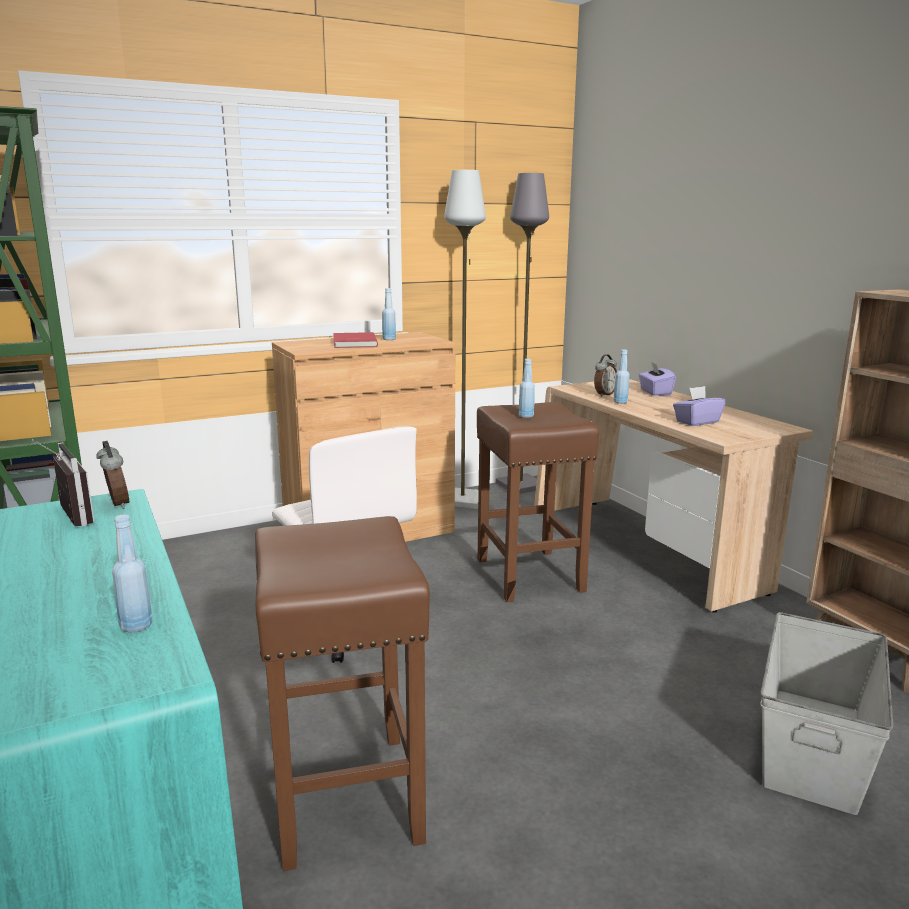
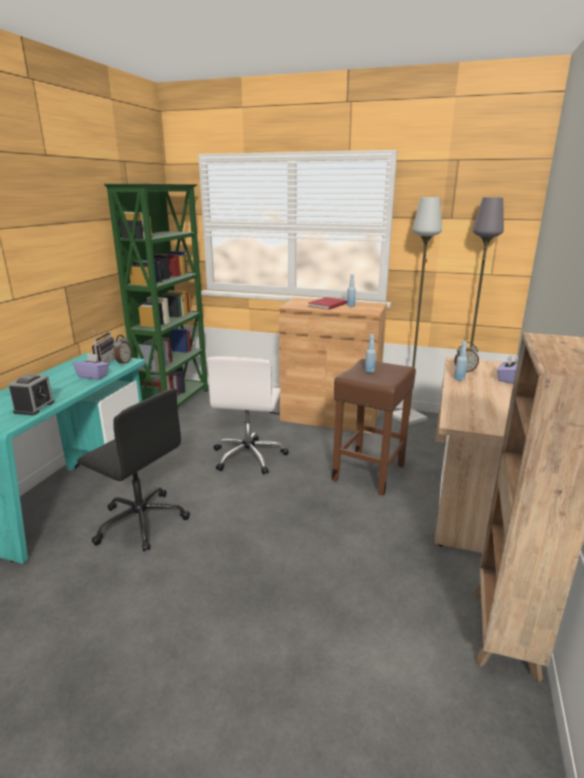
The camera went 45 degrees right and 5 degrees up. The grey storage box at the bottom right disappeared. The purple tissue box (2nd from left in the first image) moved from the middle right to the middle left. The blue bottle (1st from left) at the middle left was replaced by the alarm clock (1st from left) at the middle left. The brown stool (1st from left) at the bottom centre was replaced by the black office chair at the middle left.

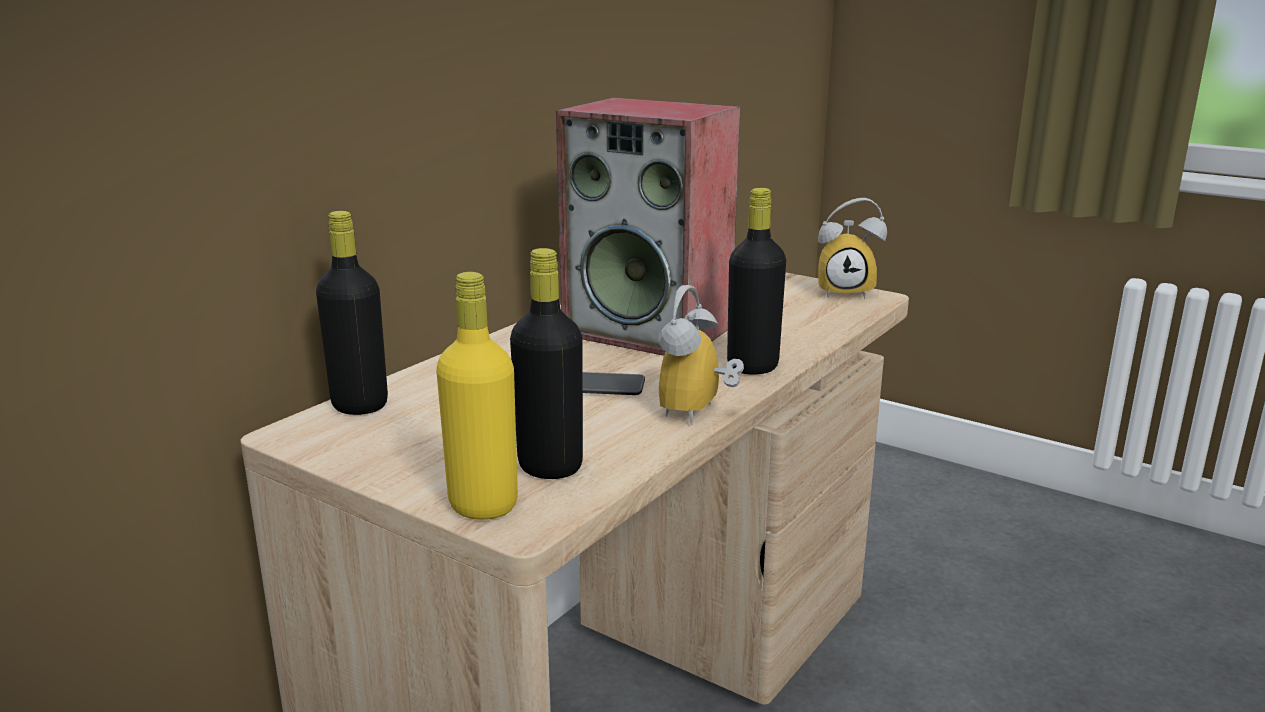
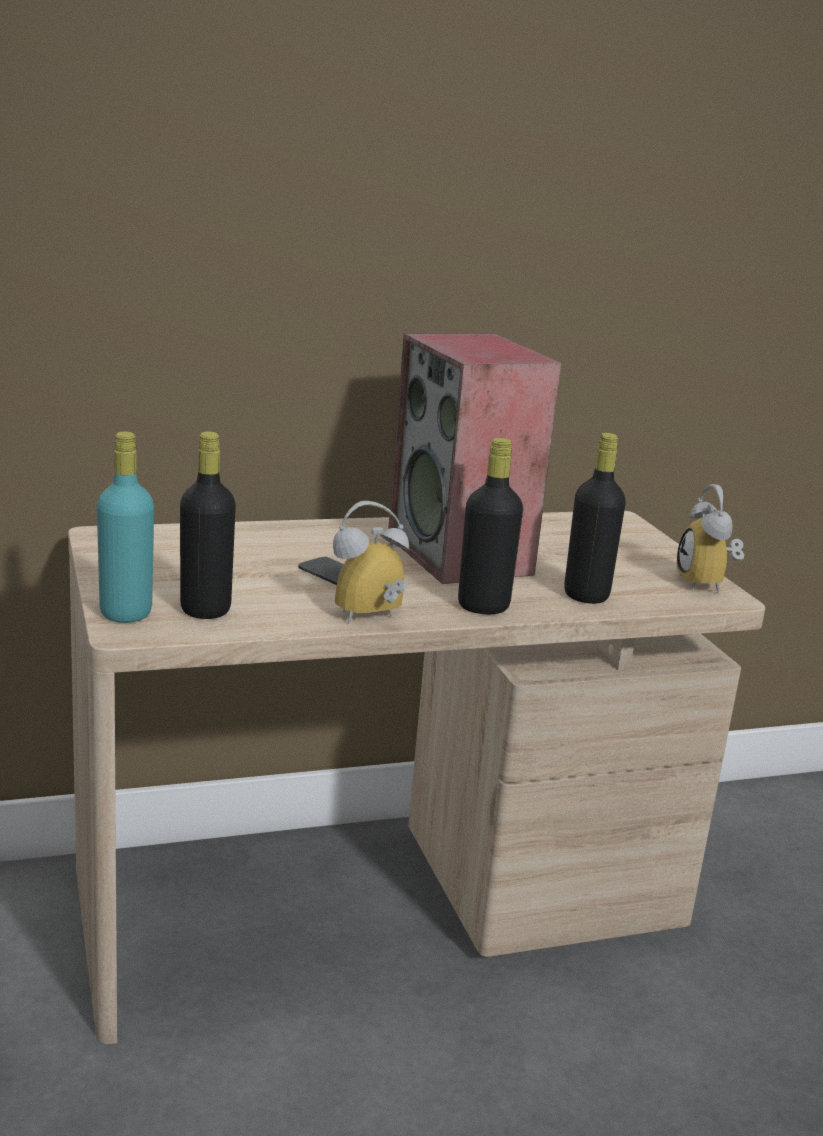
The camera went 35 degrees right and 0 degrees up. The black bottle (1st from left in the first image) moved from the middle left to the middle right. The yellow bottle at the centre became the turquoise bottle at the middle left. The alarm clock (2nd from left) at the middle right turned 45 degrees clockwise.

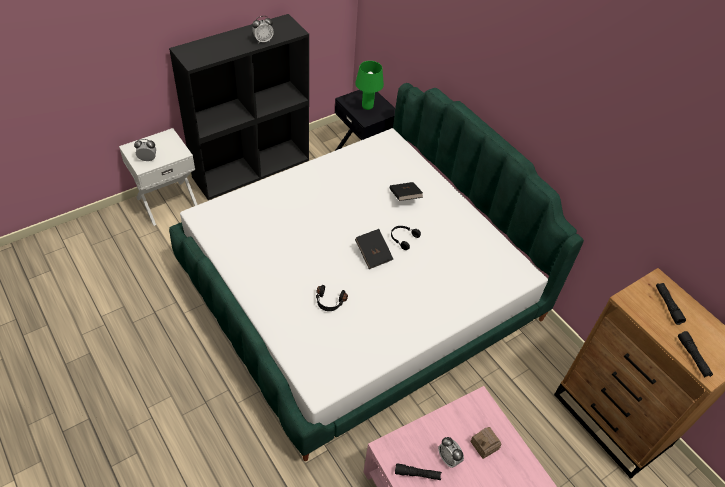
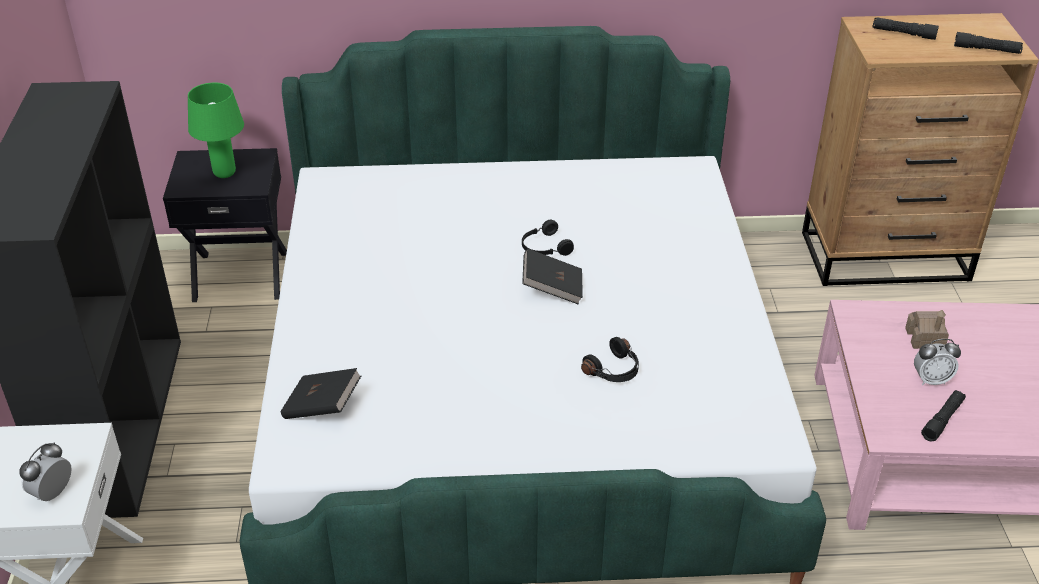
The camera went 55 degrees left and 10 degrees down. The alarm clock (2nd from left) at the top centre disappeared. The black book (2nd from left in the first image) moved from the centre to the bottom left.

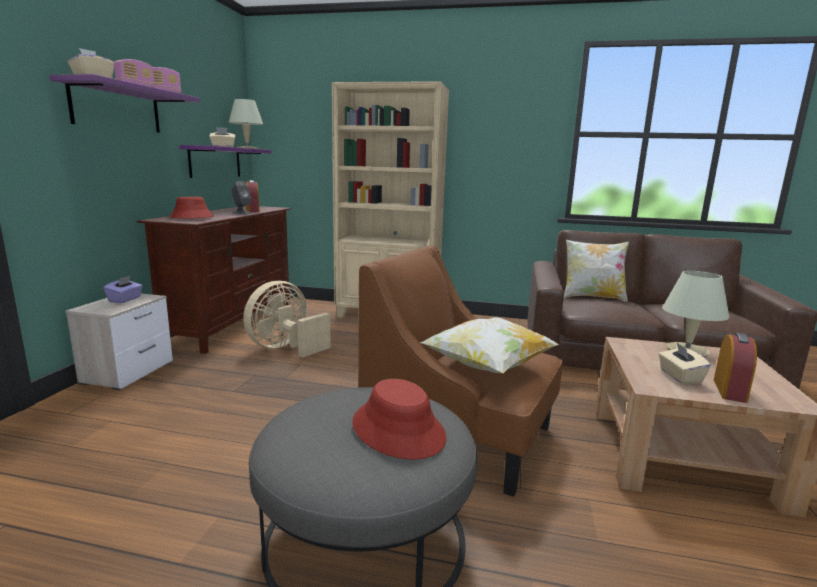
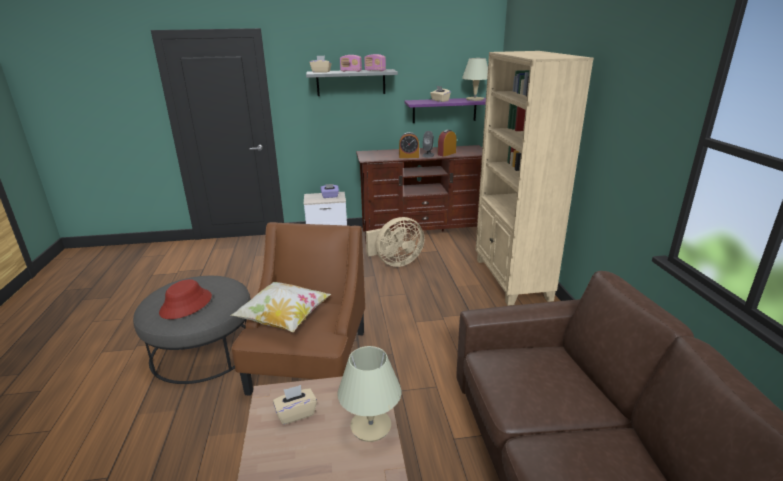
The camera went 70 degrees right and 10 degrees up. The red hat (1st from left) at the middle left disappeared. The pillow (2nd from left) at the middle right disappeared. The alarm clock (2nd from left in the first image) moved from the middle right to the top centre. The purple shelf (1st from left) at the top left became the grey shelf at the top centre. The beige fan at the centre turned 135 degrees clockwise.

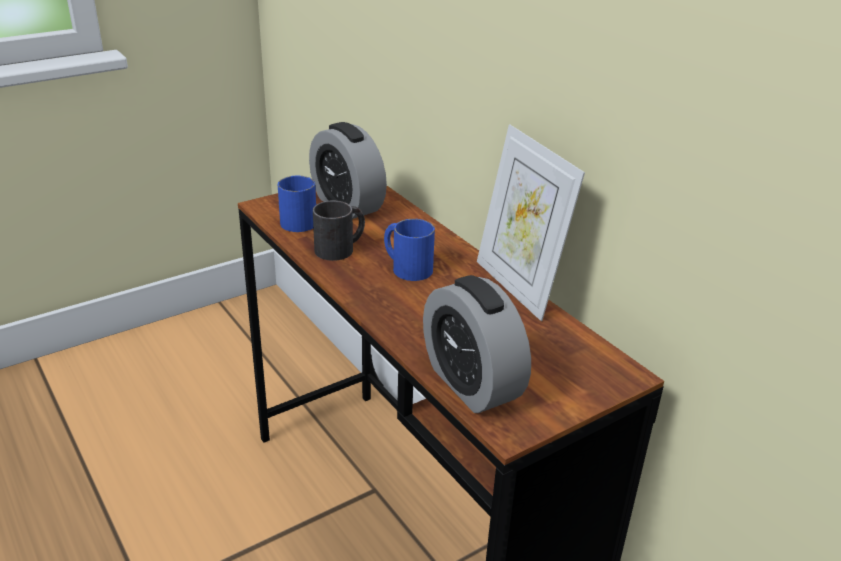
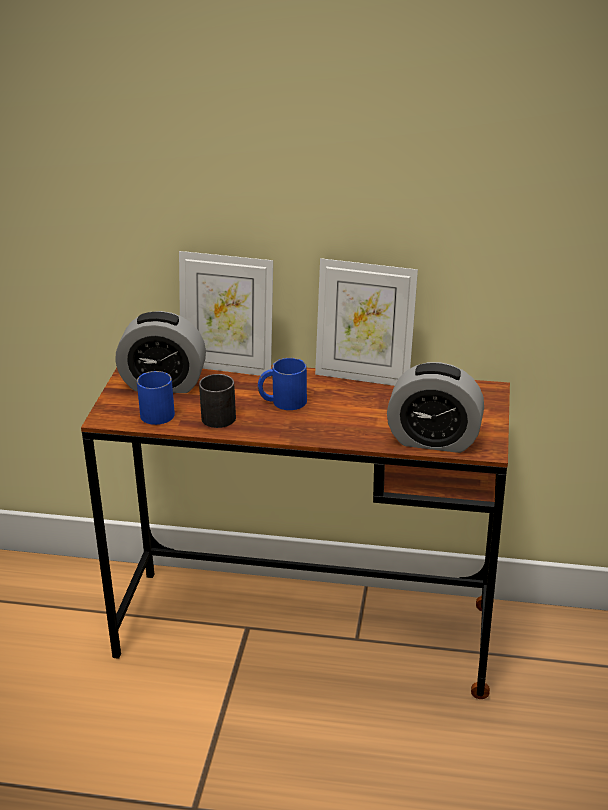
The camera went 45 degrees left and 0 degrees up. The picture frame (1st from left) at the centre appeared.

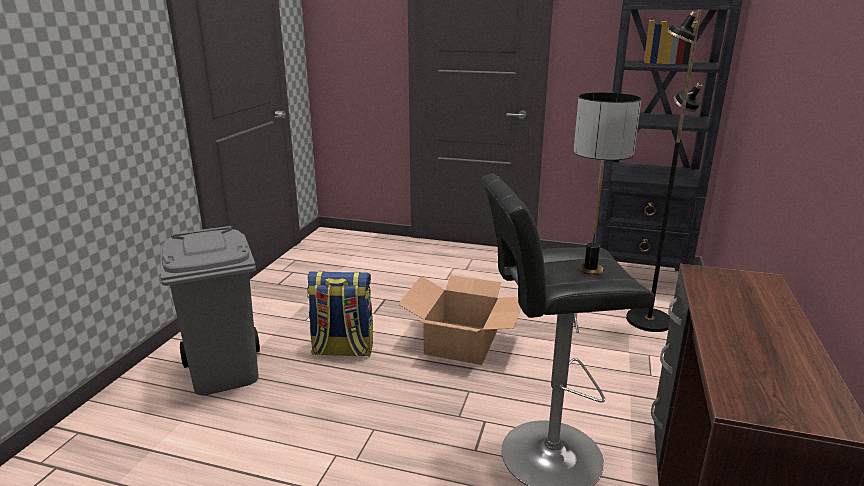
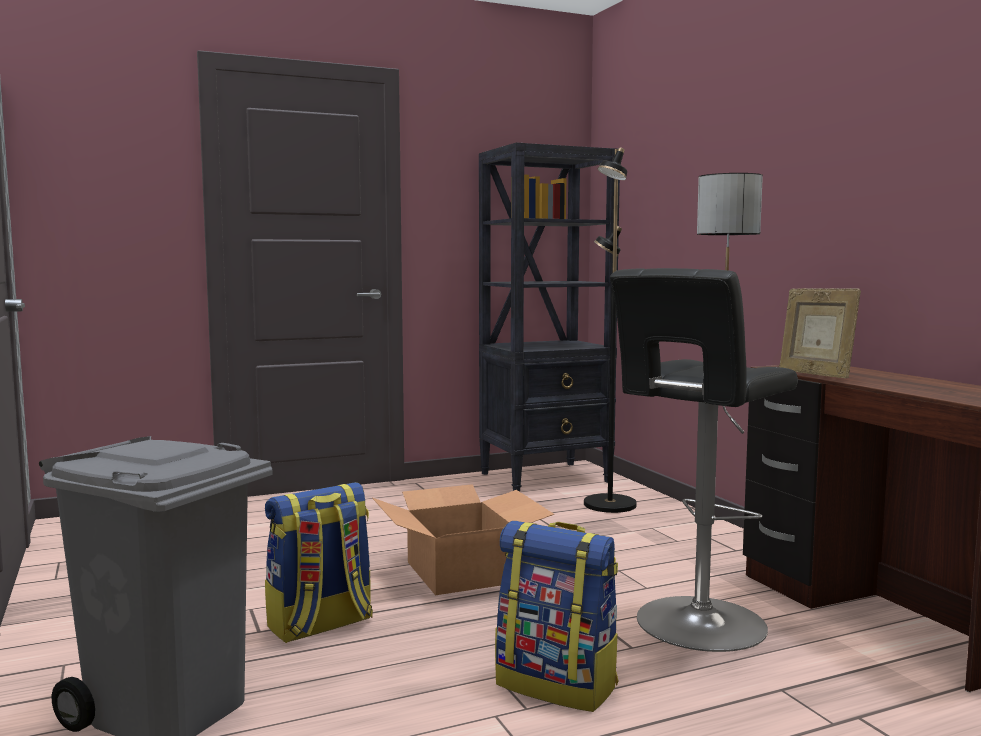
The camera went 40 degrees left and 15 degrees down. The backpack (2nd from left) at the bottom centre appeared. The picture frame at the middle right appeared.

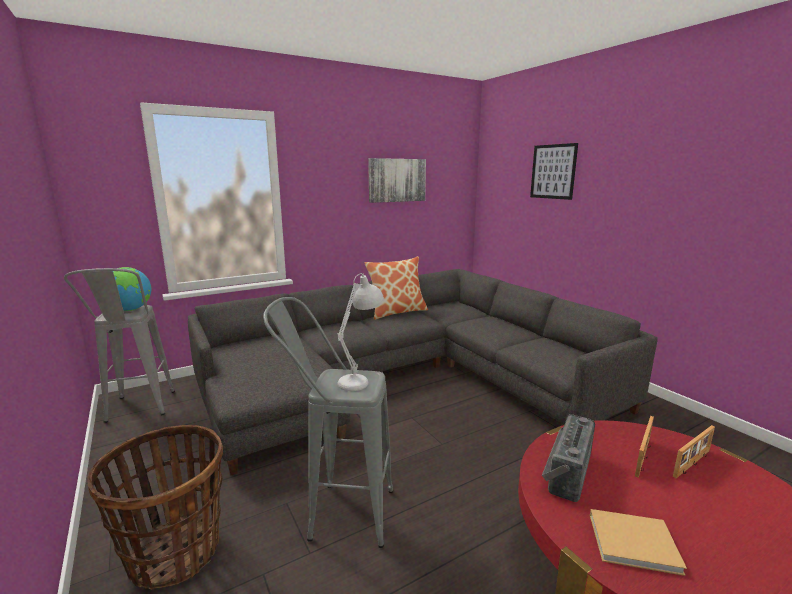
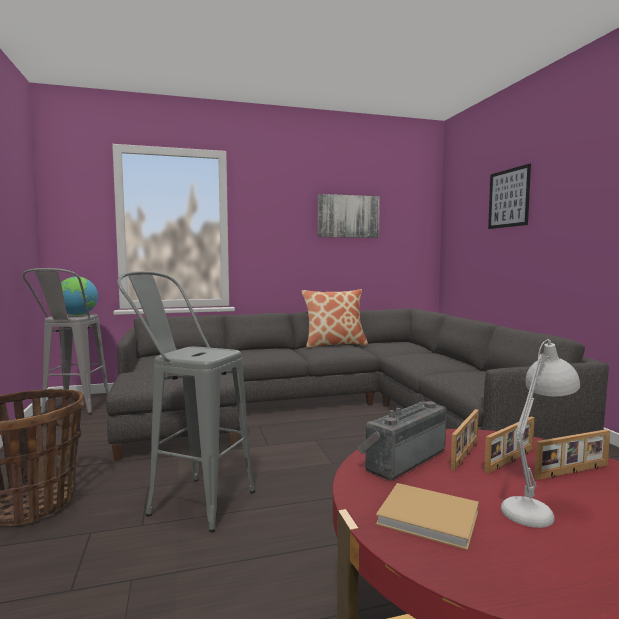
The camera went 15 degrees right and 10 degrees down. The picture frame (1st from left) at the bottom right appeared. The white table lamp moved from the centre to the bottom right.

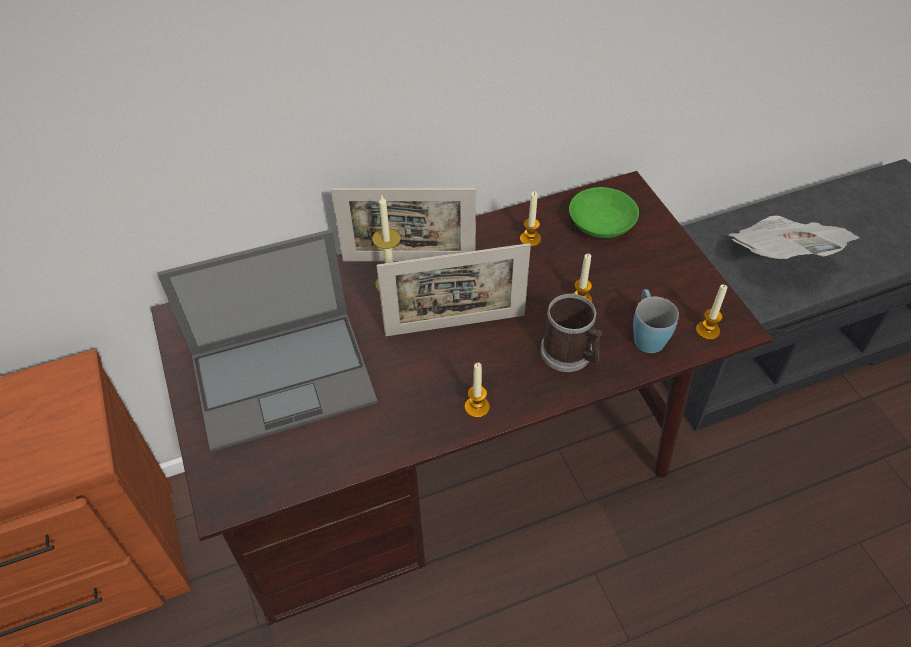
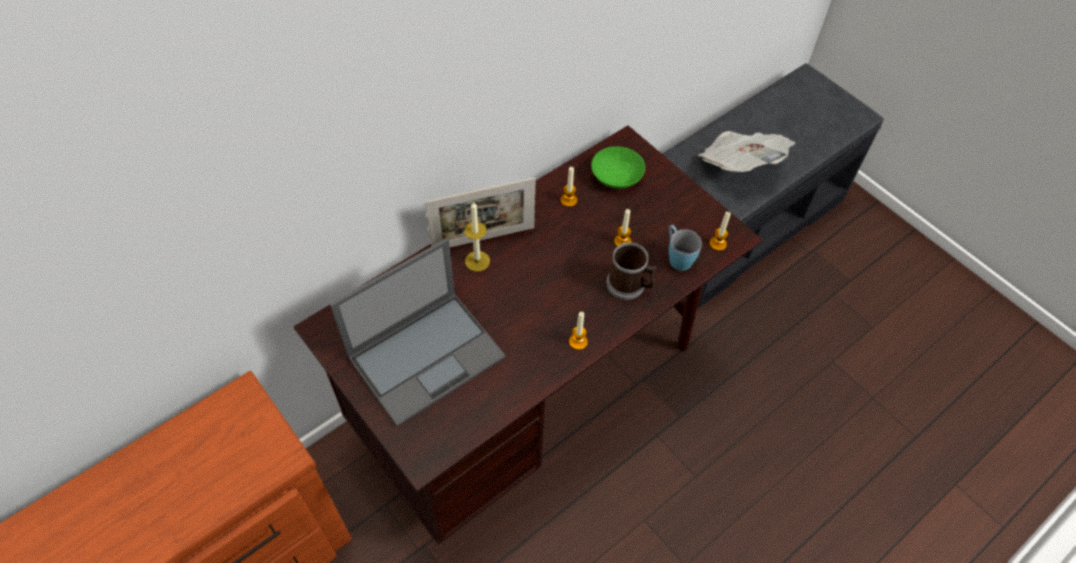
The camera went 20 degrees left and 5 degrees up. The picture frame (2nd from left) at the centre disappeared.

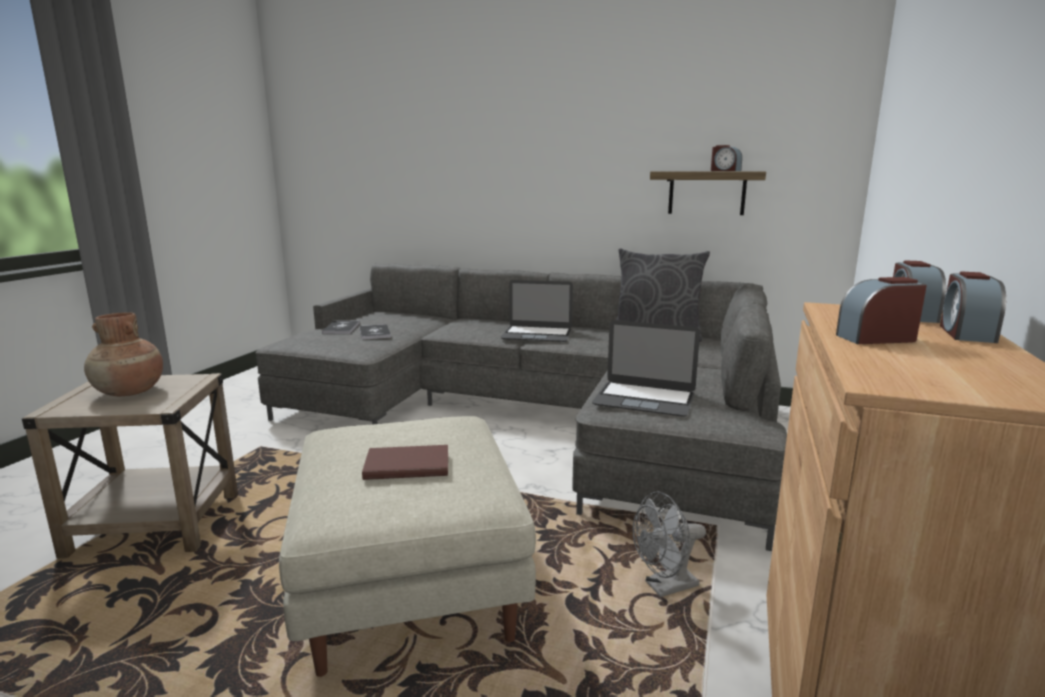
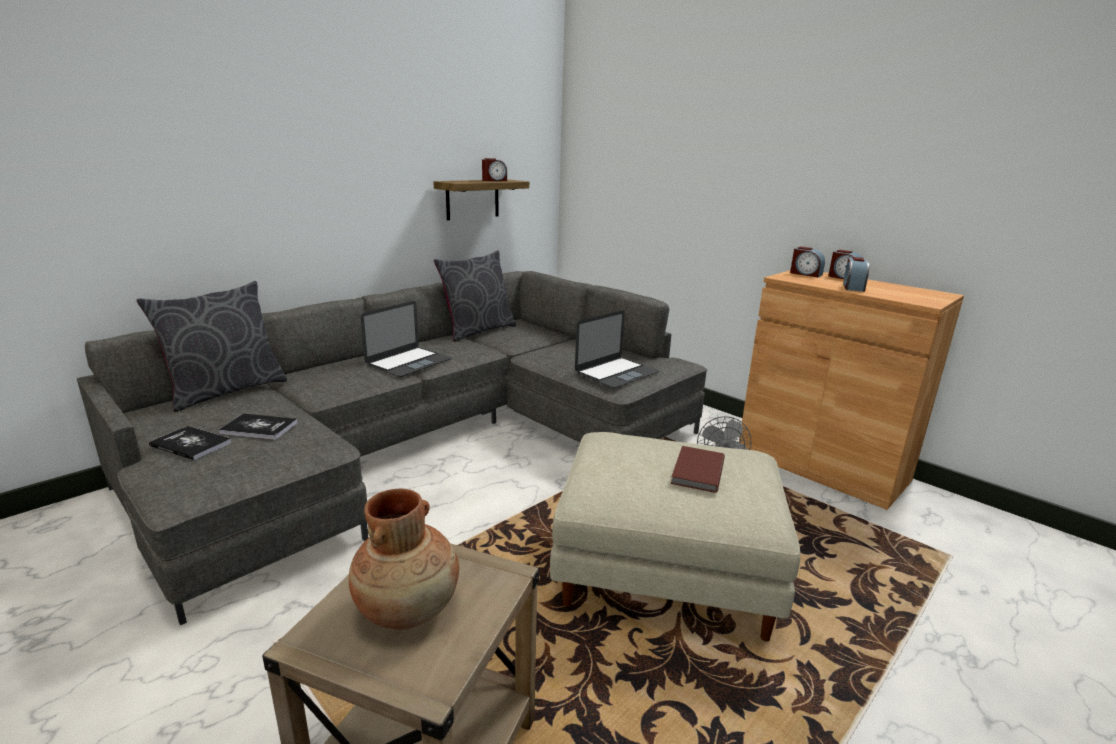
The camera went 65 degrees left and 5 degrees up. The grey pillow (1st from left) at the middle left appeared.

